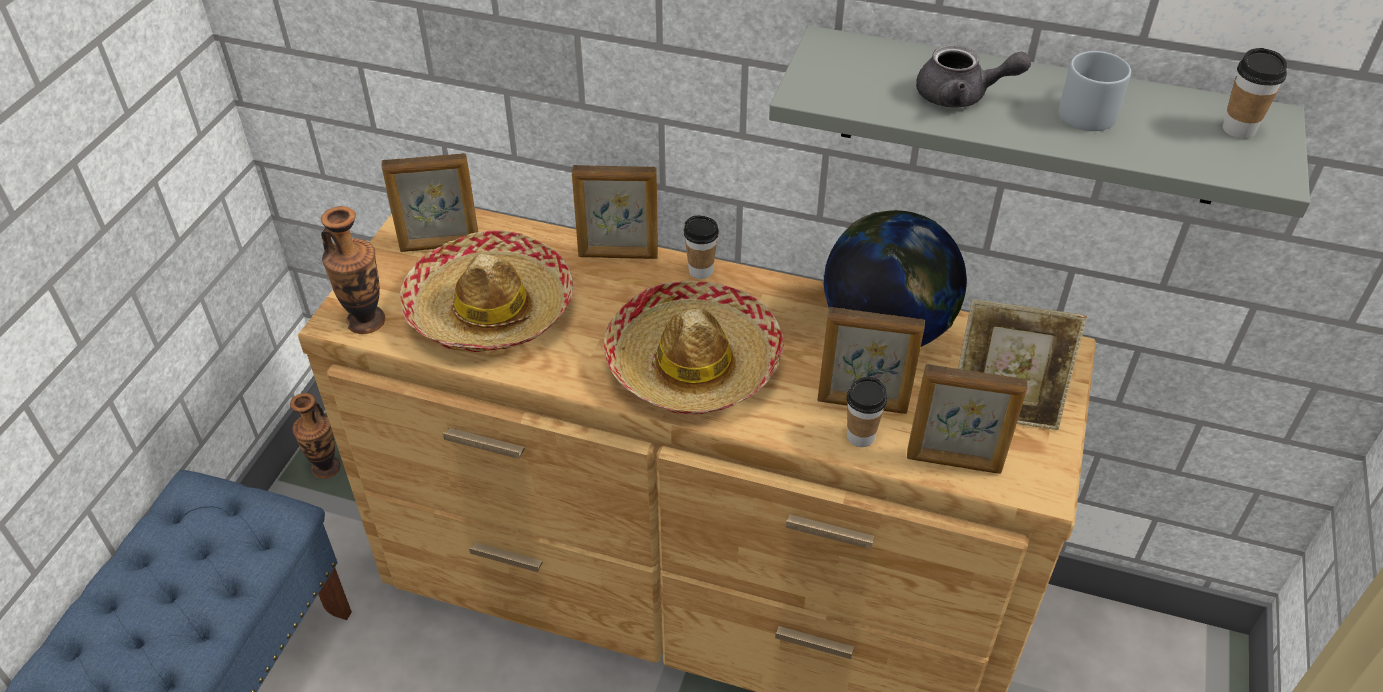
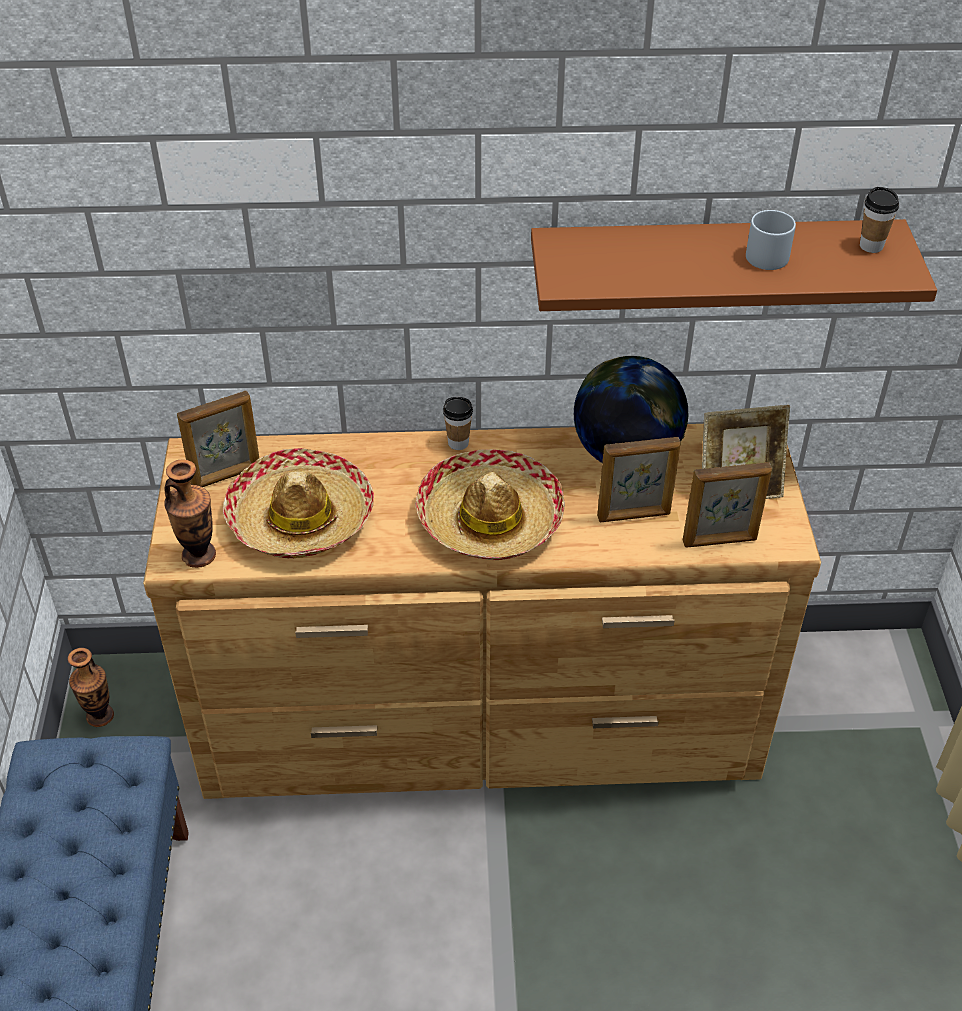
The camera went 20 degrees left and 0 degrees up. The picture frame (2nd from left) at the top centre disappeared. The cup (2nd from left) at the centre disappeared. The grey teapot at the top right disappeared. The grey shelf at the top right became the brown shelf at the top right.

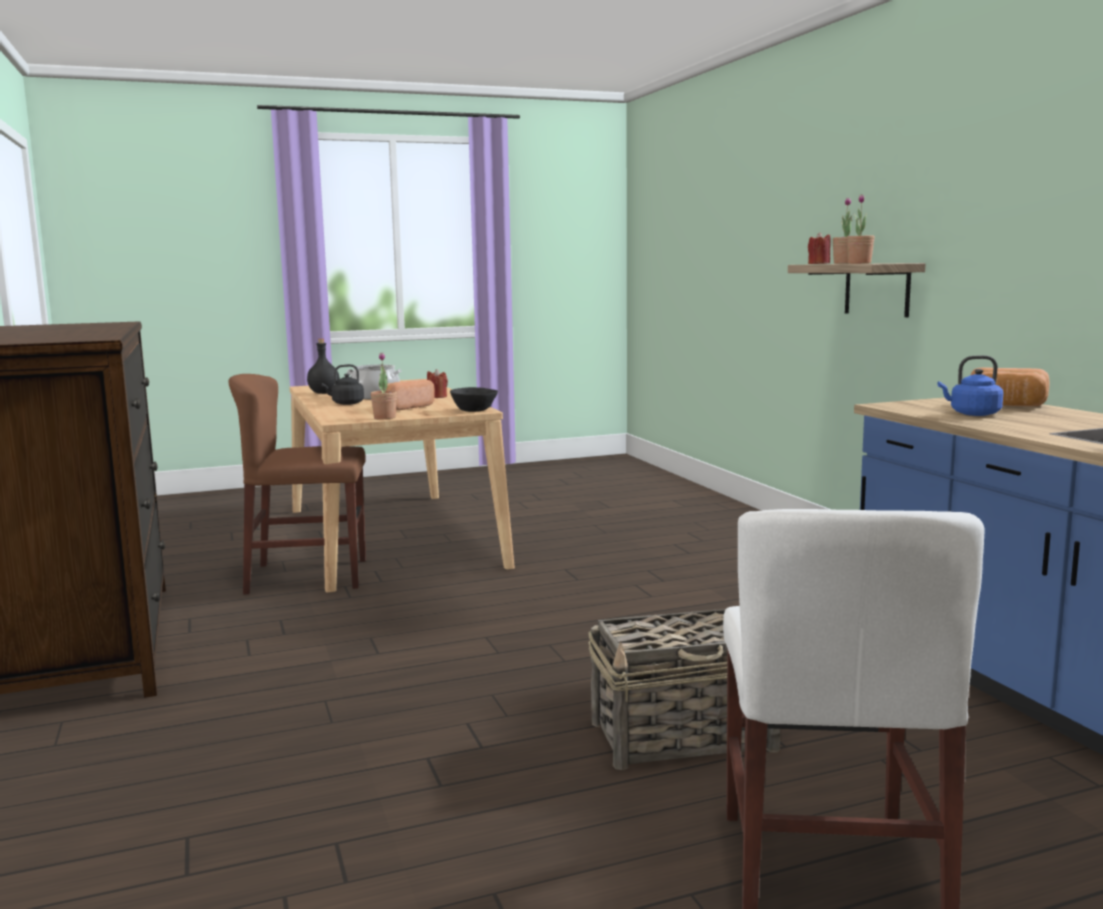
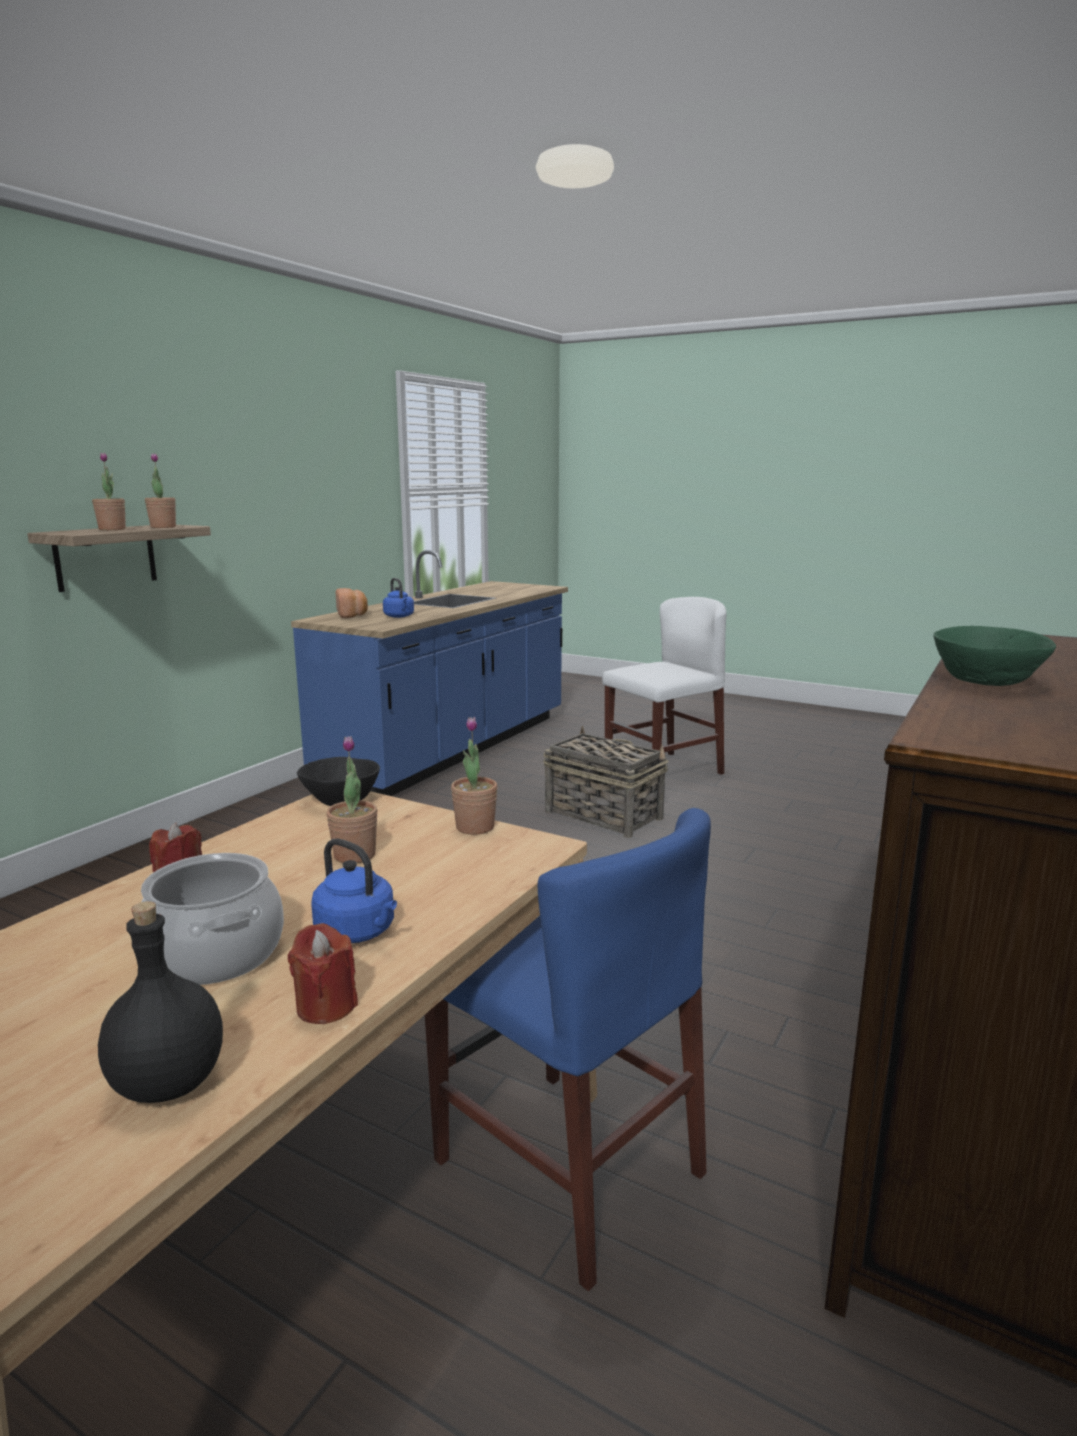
The camera went 130 degrees left and 5 degrees up. The green bowl at the middle right appeared. The red candle (2nd from left) moved from the top right to the bottom left. The bread (1st from left) at the centre was replaced by the potted plant (3rd from left) at the middle left. The brown chair at the middle left became the blue chair at the bottom centre. The black kettle at the middle left became the blue kettle (1st from left) at the middle left.

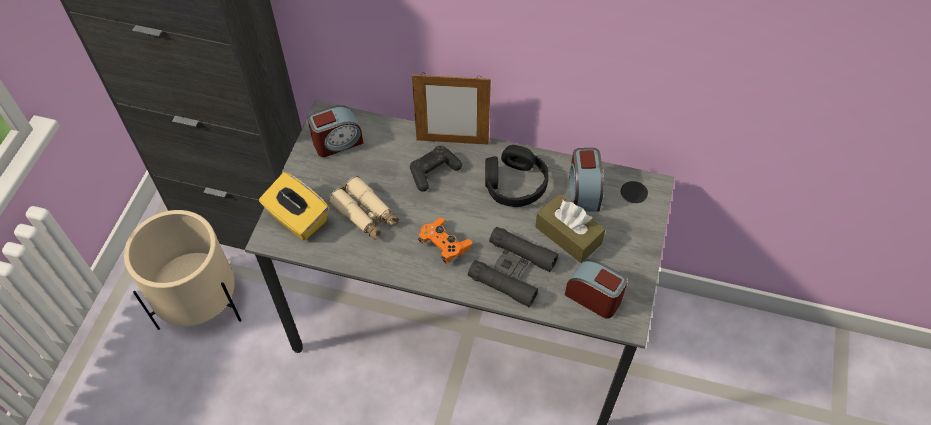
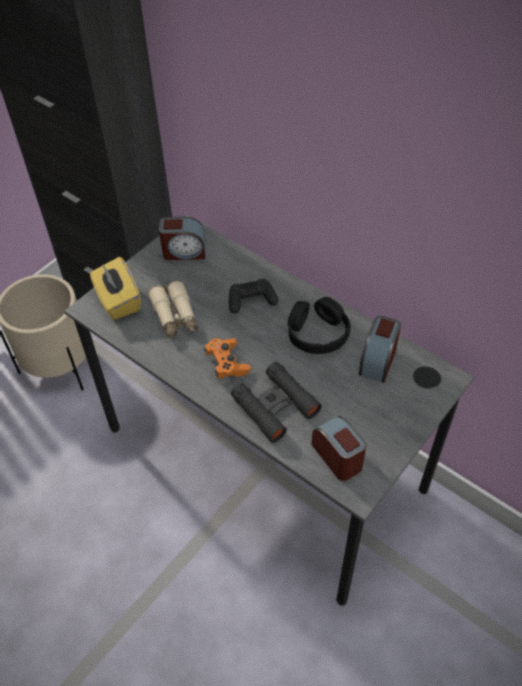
The camera went 25 degrees right and 5 degrees down. The picture frame at the top centre disappeared. The brown tissue box at the centre disappeared.

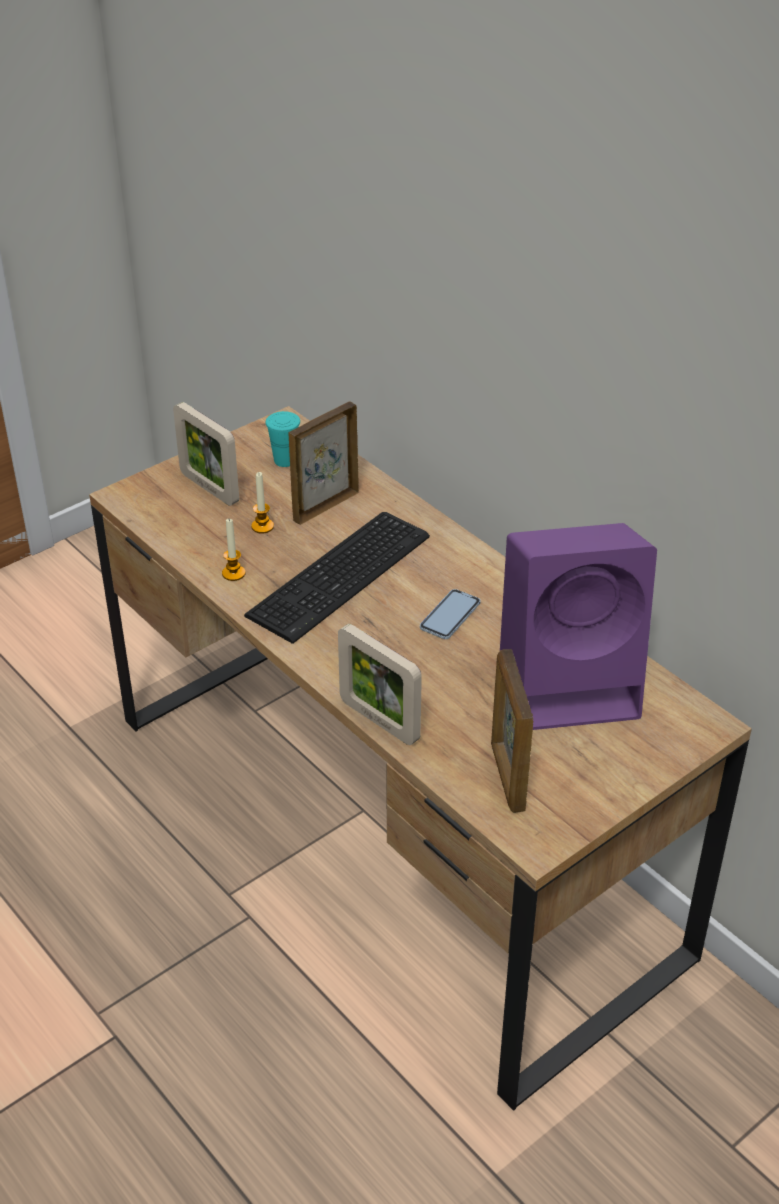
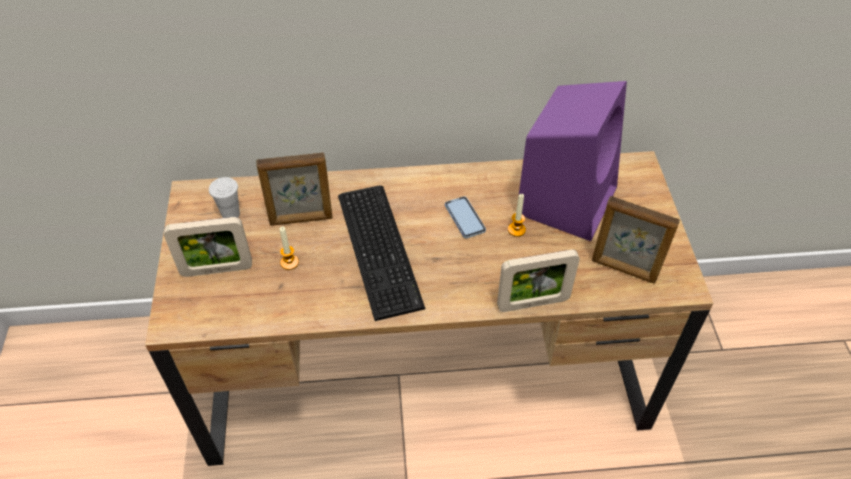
The camera went 55 degrees left and 10 degrees up. The candle (1st from left in the first image) moved from the middle left to the centre. The turquoise cup at the centre became the white cup at the middle left. The picture frame (2nd from left) at the centre turned 90 degrees counterclockwise.

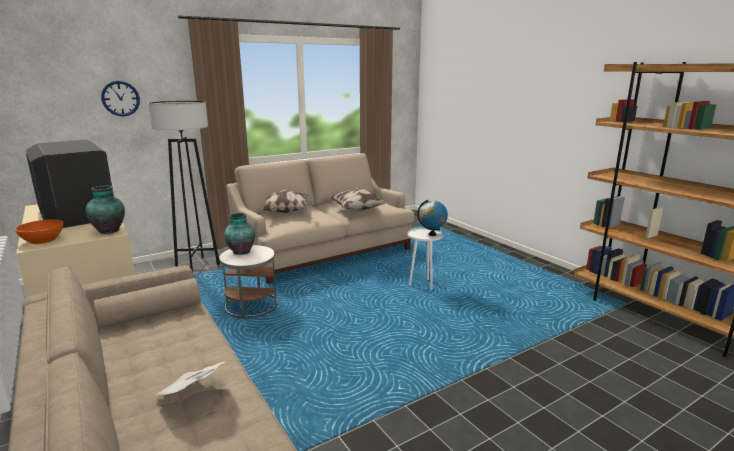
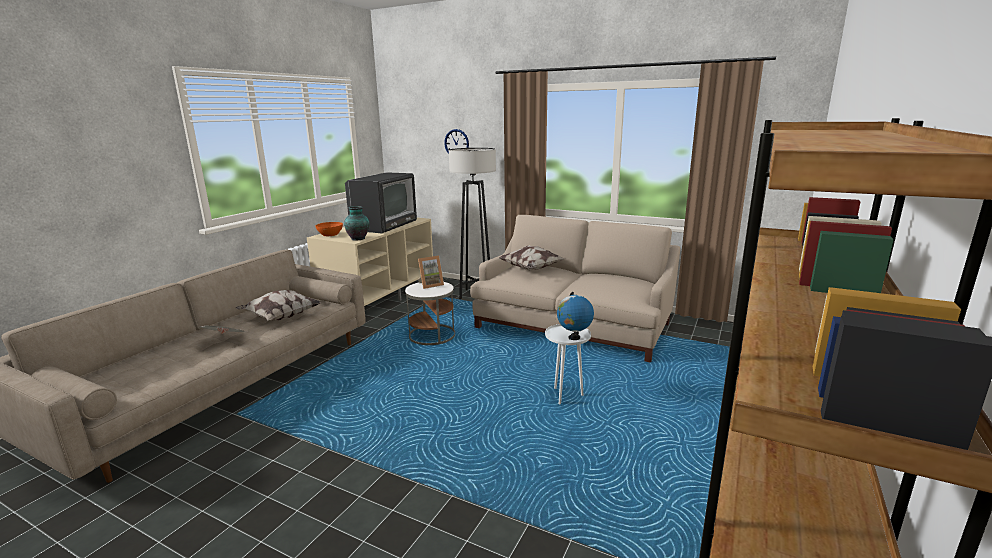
The camera went 60 degrees right and 0 degrees up. The pillow (2nd from left in the first image) moved from the centre to the middle left. The vase (2nd from left) at the middle left was replaced by the picture frame at the centre.

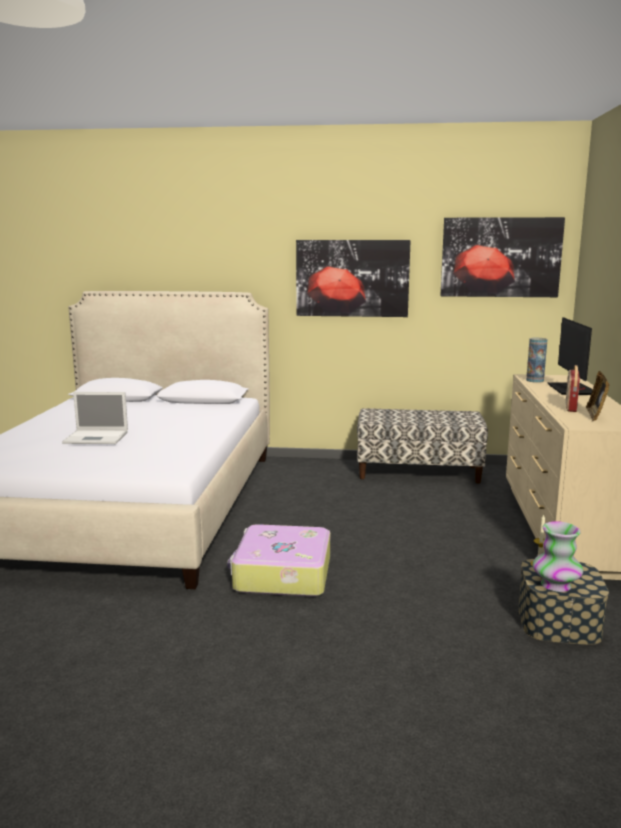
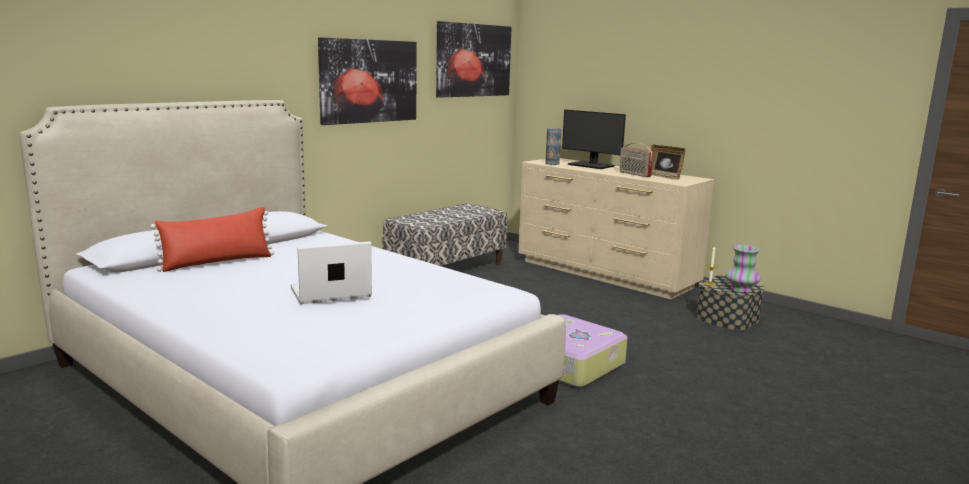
The camera went 55 degrees left and 0 degrees up. The red pillow at the middle left appeared. The laptop at the middle left turned 150 degrees counterclockwise.

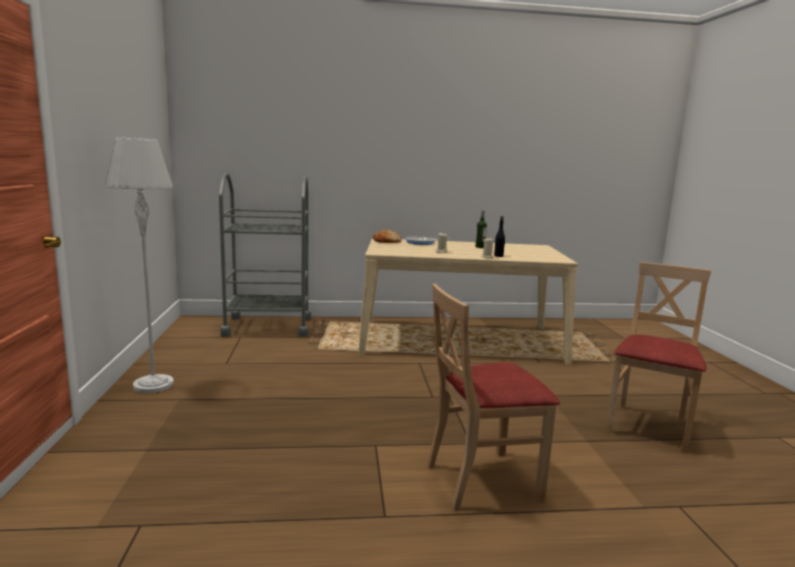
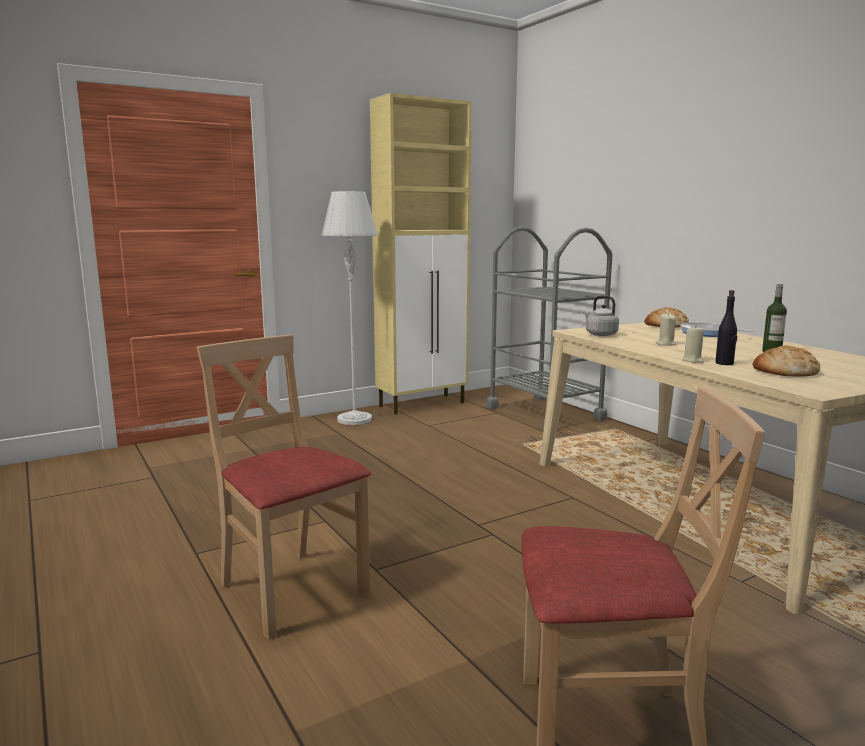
The camera went 65 degrees right and 0 degrees up. The beige cabinet at the centre appeared. The grey kettle at the middle right appeared. The bread (2nd from left) at the middle right appeared.

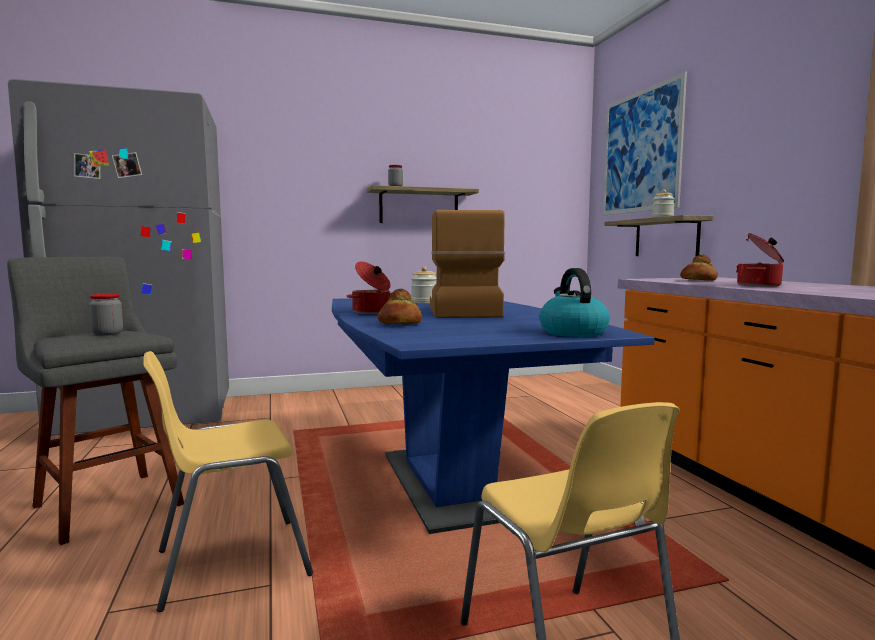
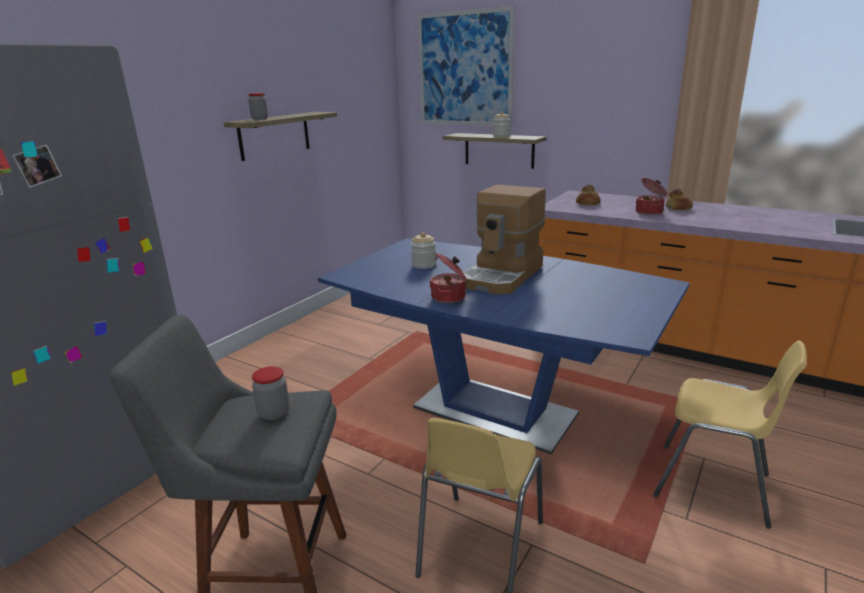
The camera went 40 degrees left and 15 degrees up. The kettle at the centre disappeared. The bread (1st from left in the first image) moved from the centre to the middle right. The coffee machine at the centre turned 105 degrees counterclockwise.

